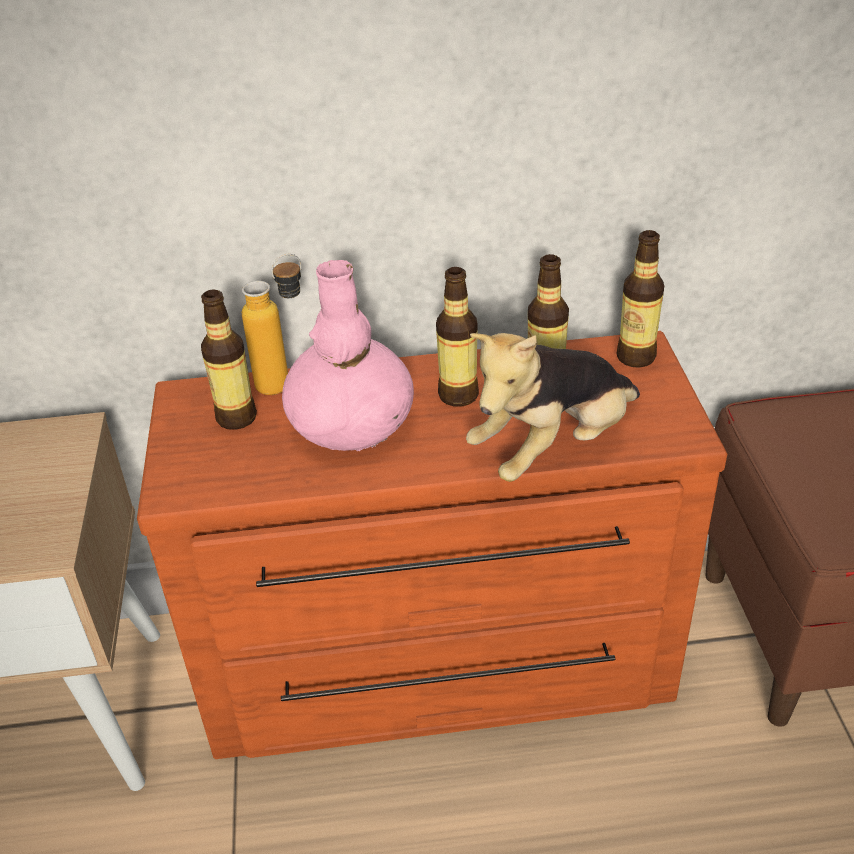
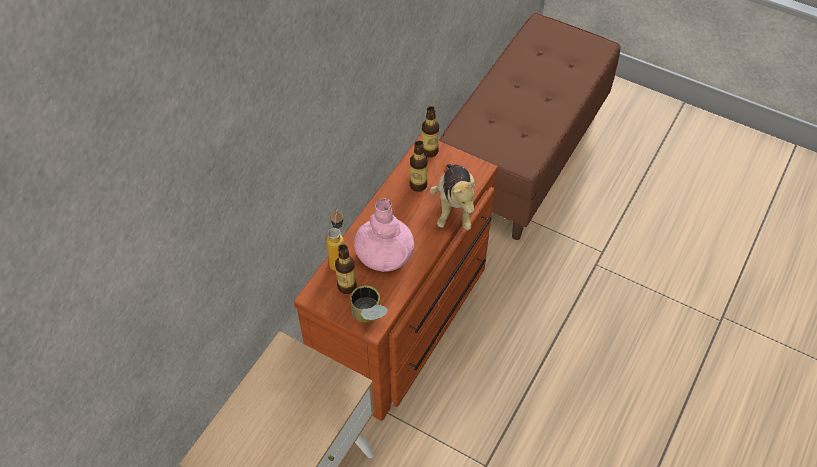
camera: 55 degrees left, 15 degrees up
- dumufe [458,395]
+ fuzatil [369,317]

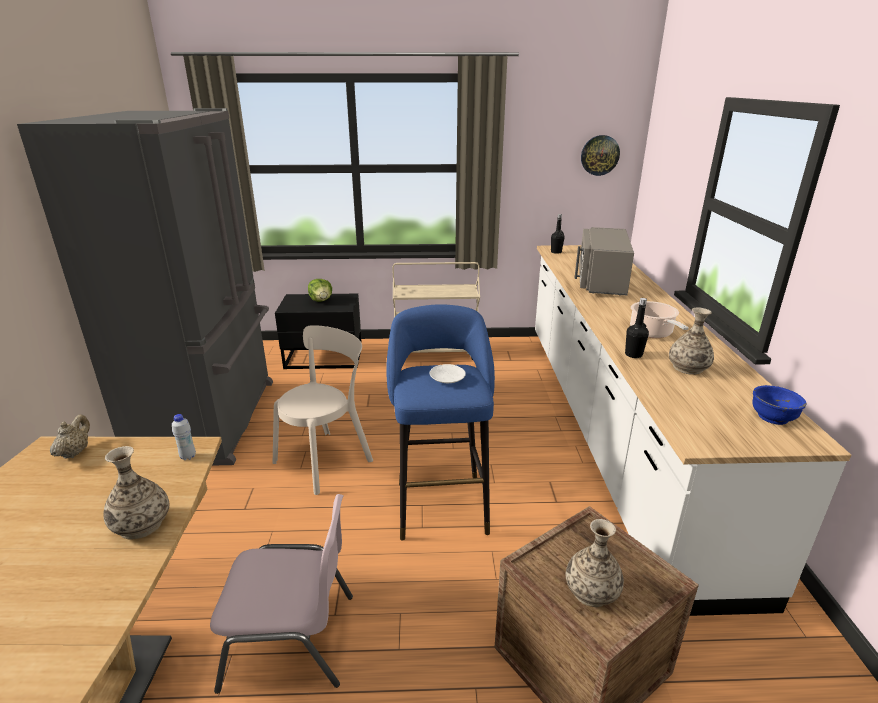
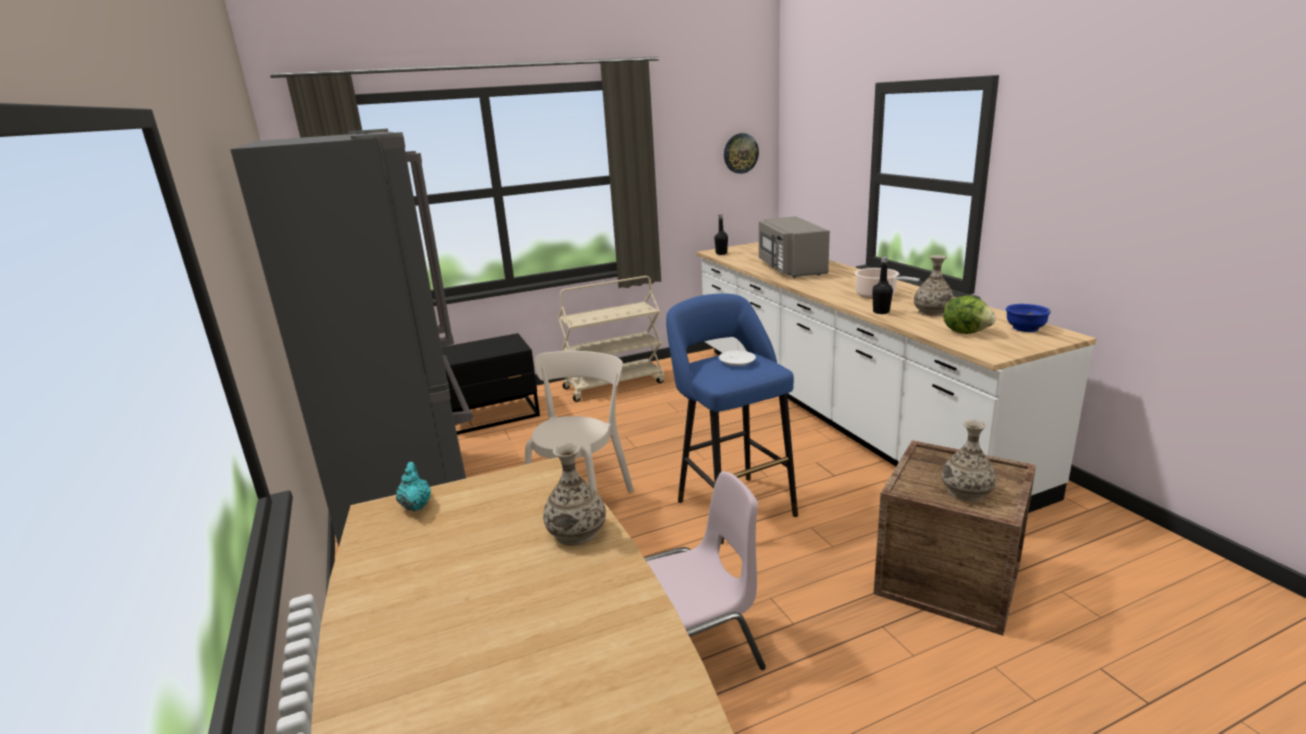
camera: 20 degrees left, 5 degrees down
- dumufe (white) [188,456]
~ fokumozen [321,300] to [966,332]
~ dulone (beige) [75,452] to dulone (turquoise) [416,505]

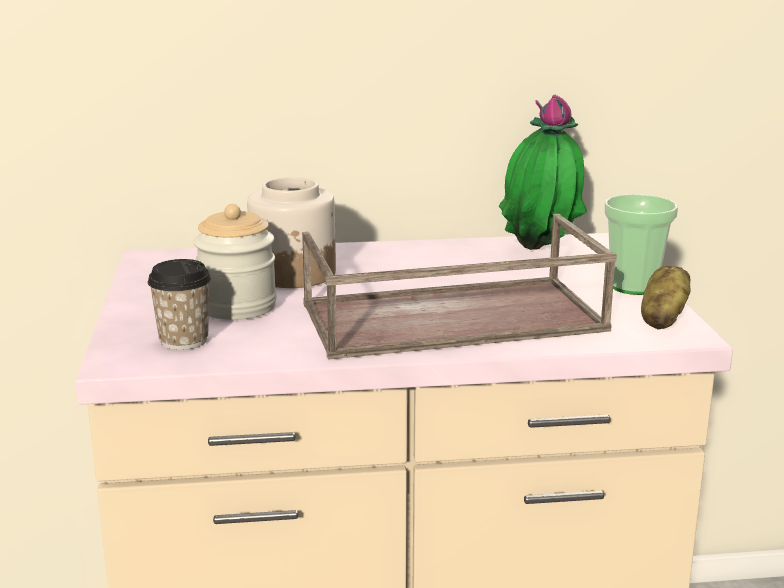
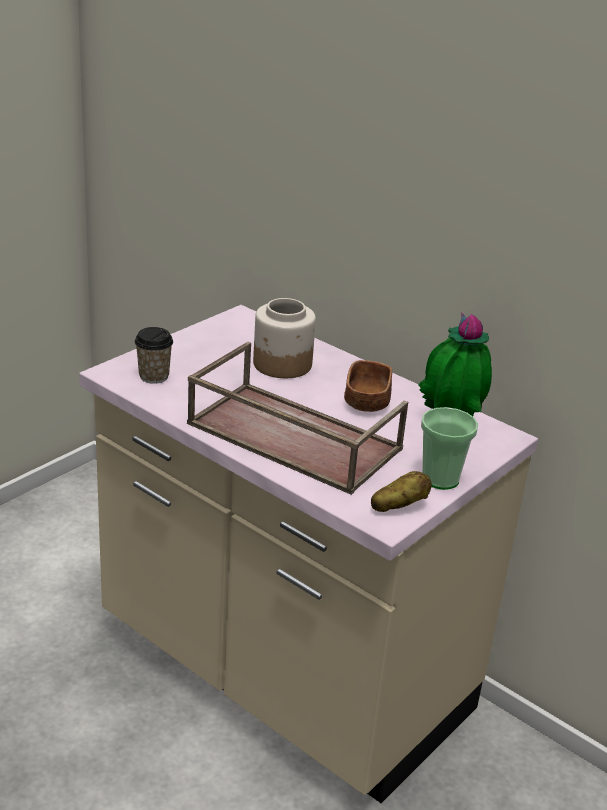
camera: 45 degrees right, 10 degrees up
- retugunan [237,306]
+ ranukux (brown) [366,402]

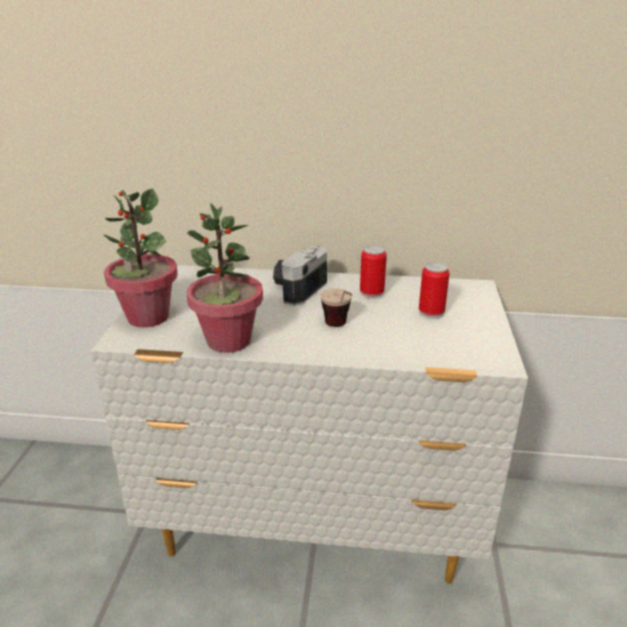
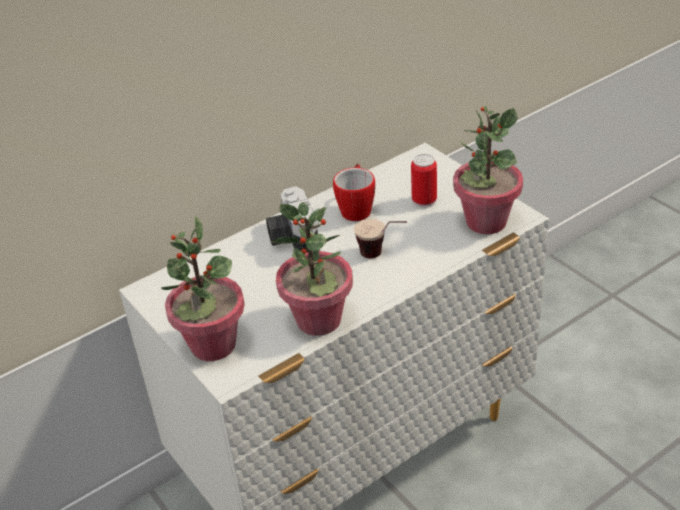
camera: 40 degrees left, 10 degrees up
+ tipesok [485,222]
~ fuzatil [371,293] to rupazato [356,208]

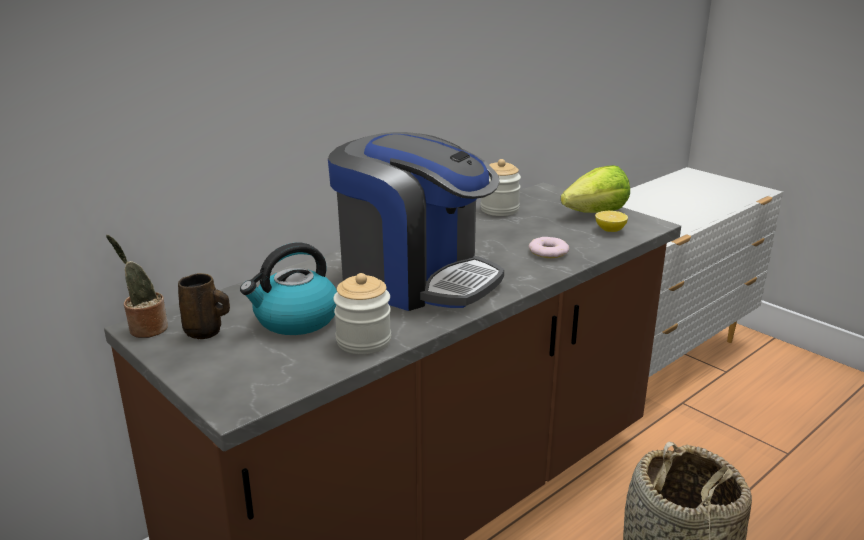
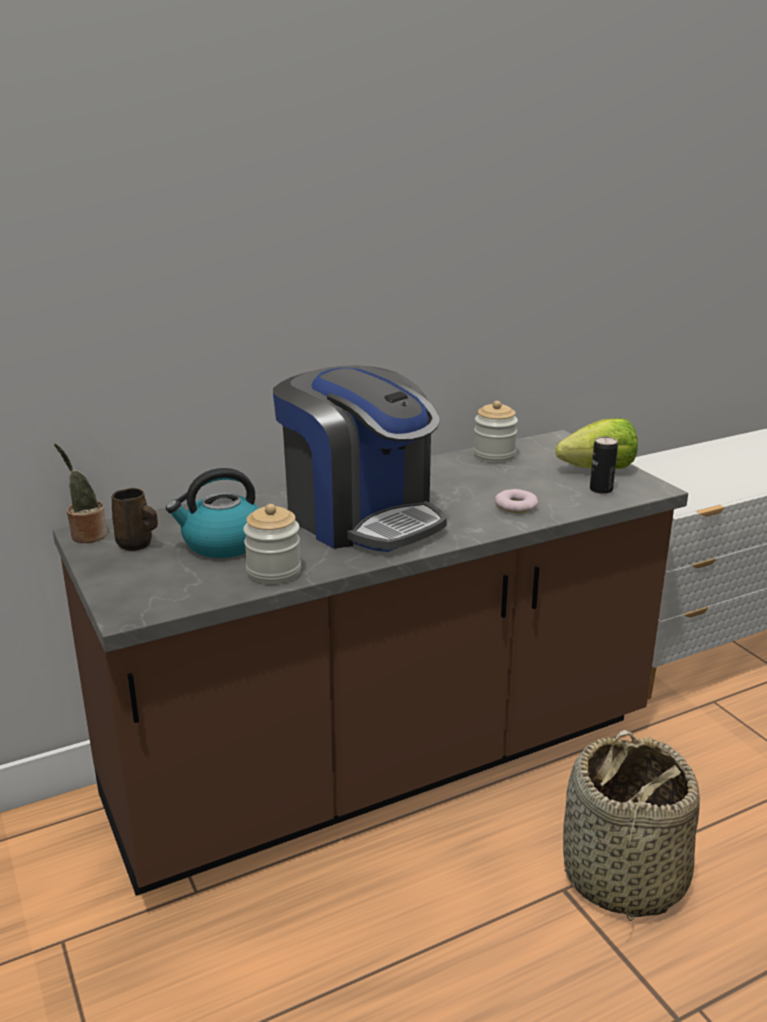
camera: 15 degrees right, 0 degrees up
~ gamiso [610,230] to fuzatil [601,490]

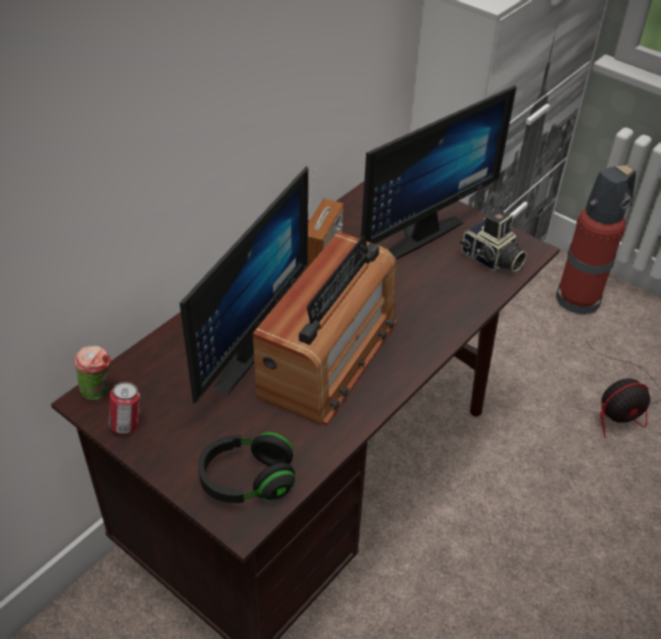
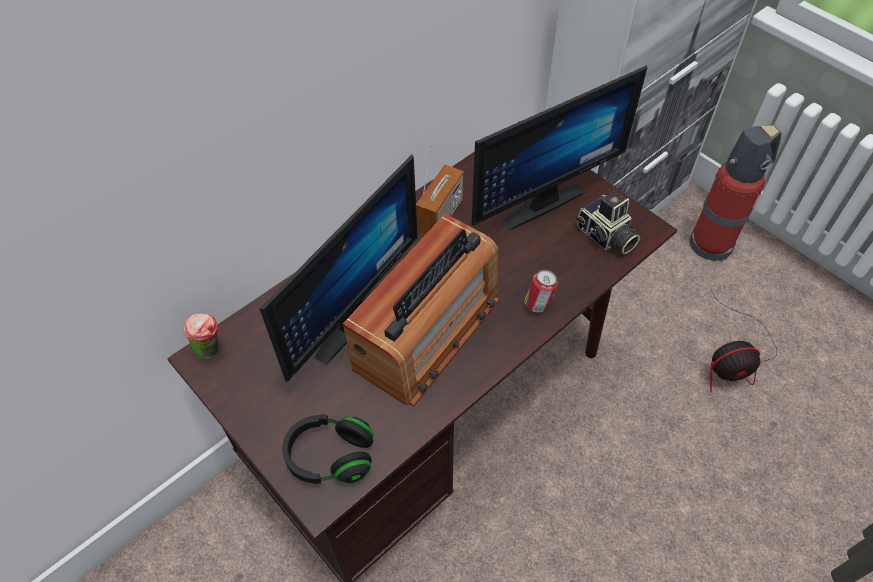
camera: 10 degrees right, 10 degrees up
~ fuzatil [127,425] to [538,305]

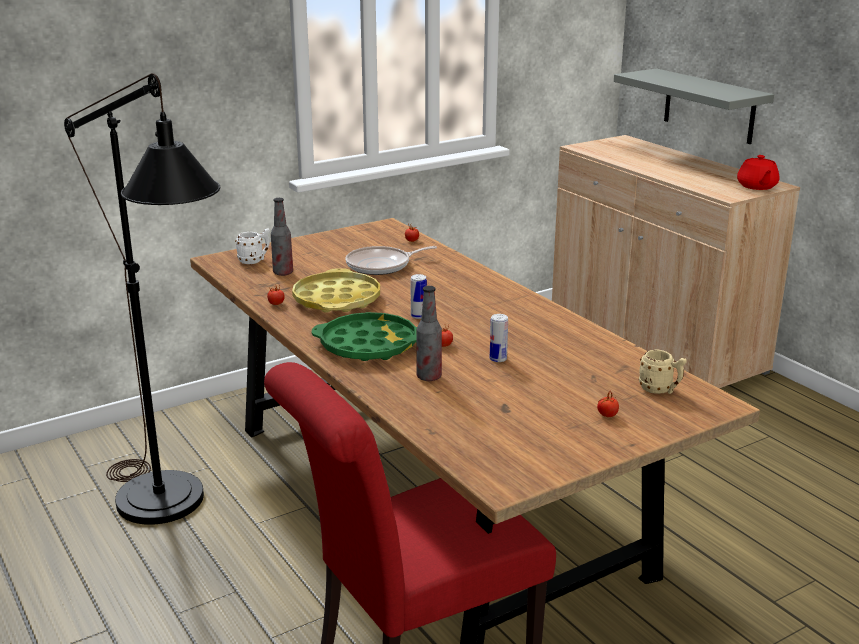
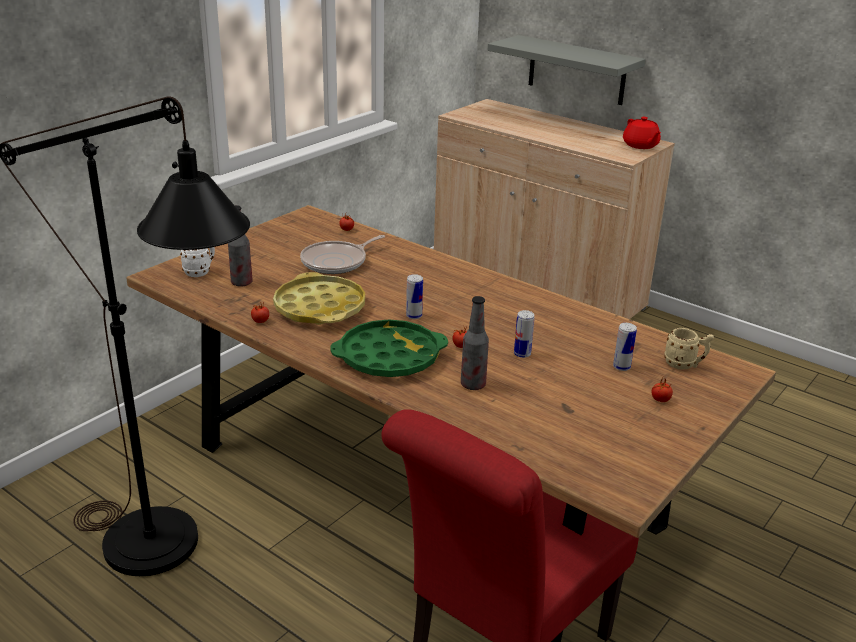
camera: 20 degrees left, 5 degrees up
+ fuzatil [621,367]

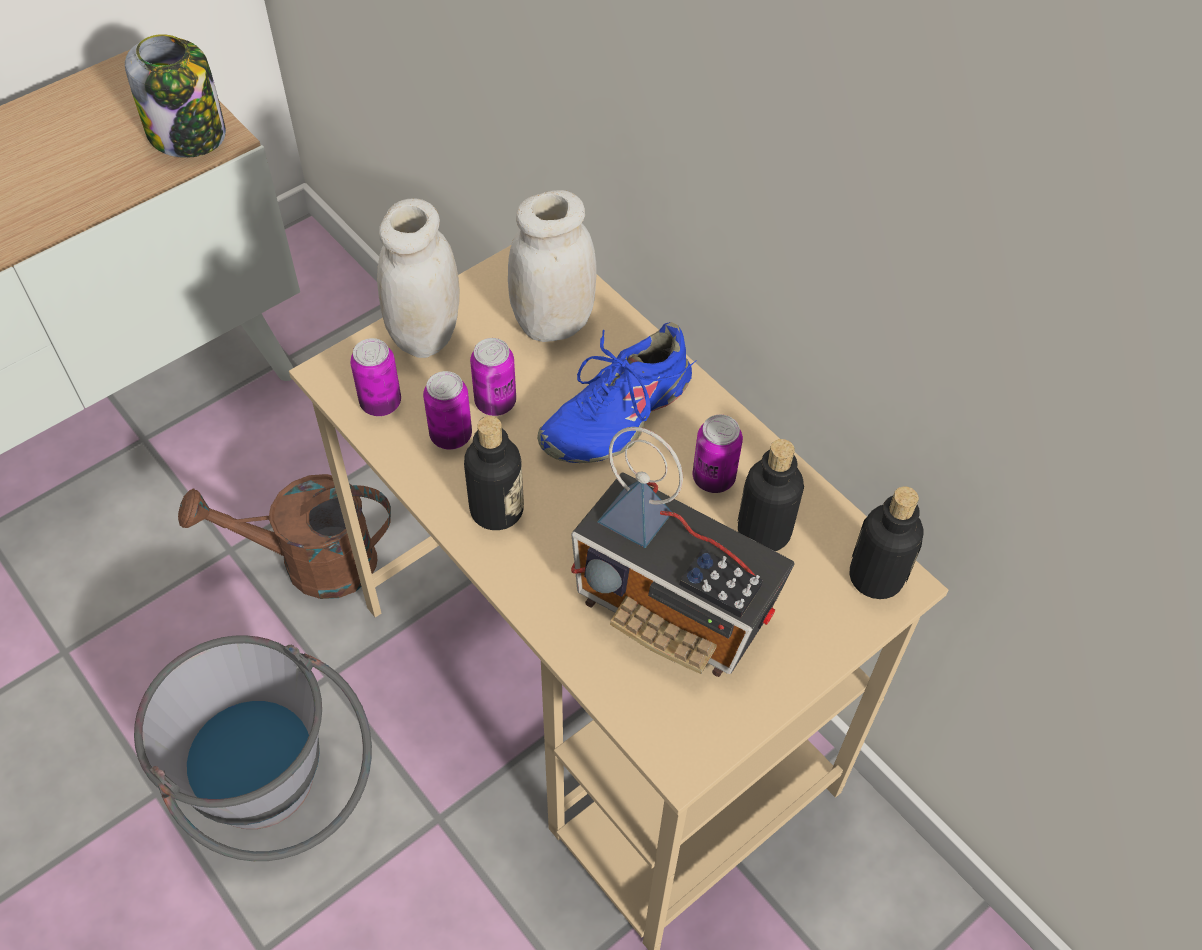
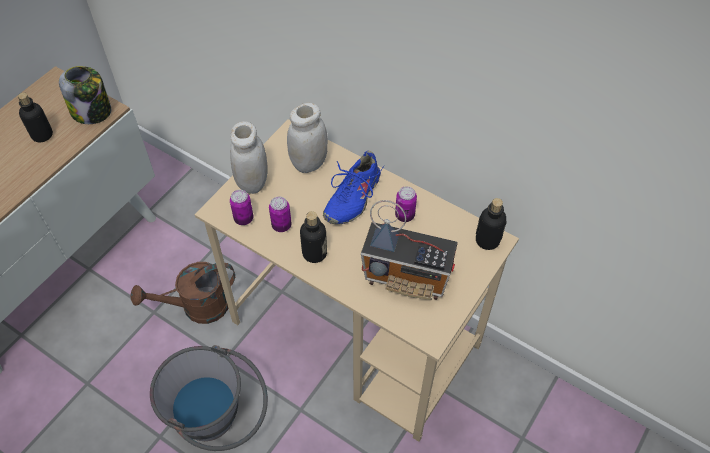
camera: 15 degrees left, 0 degrees up
- fuzatil [495,403]
~ dumufe [764,531] to [42,135]

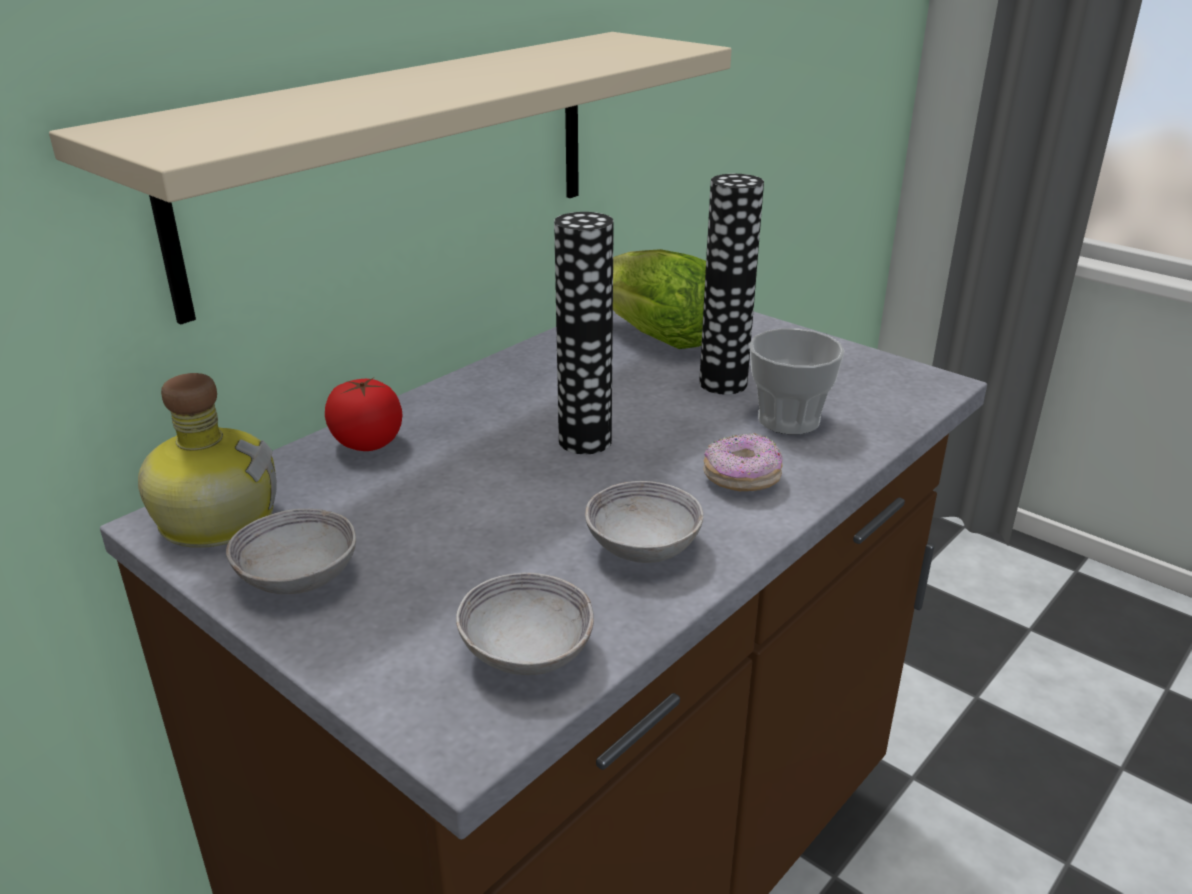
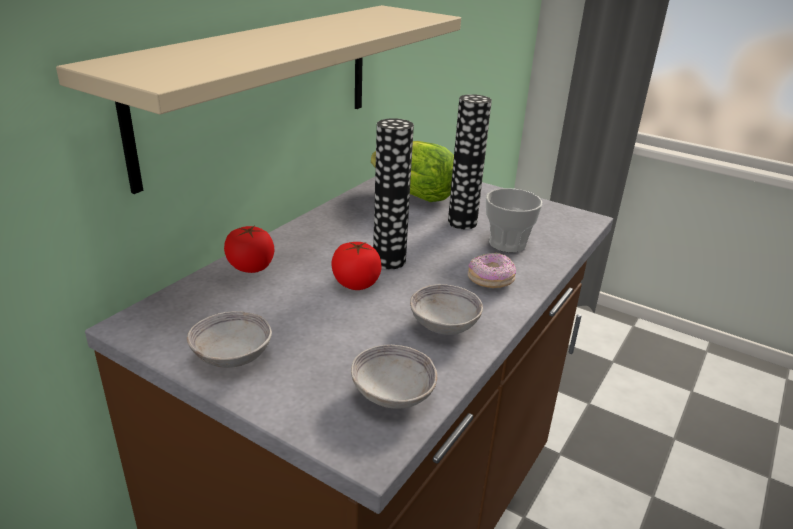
camera: 10 degrees left, 0 degrees up
- dumufe [215,517]
+ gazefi [356,283]

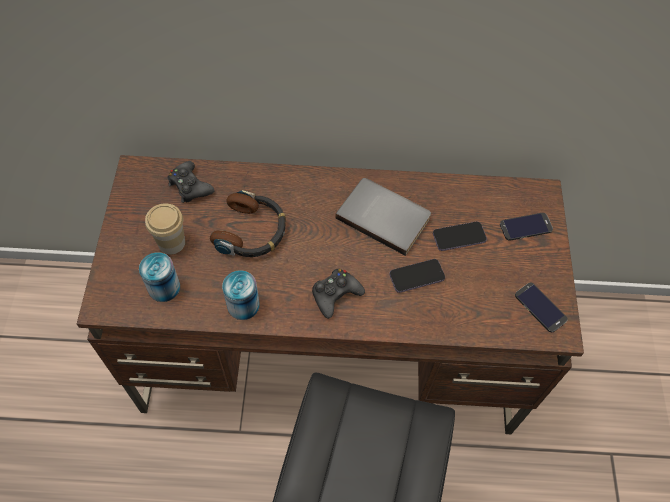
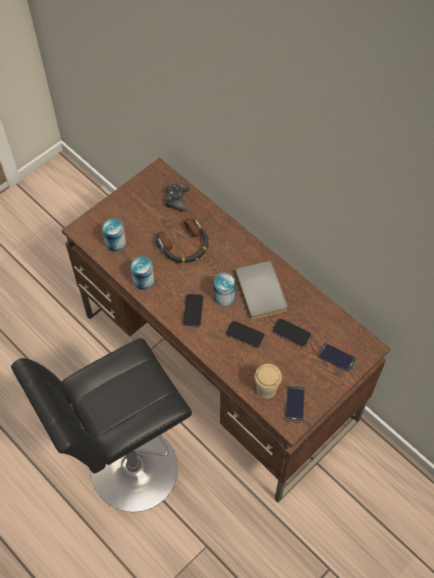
camera: 45 degrees right, 0 degrees up
+ fuzatil [224,296]
~ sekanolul [171,242] to [266,389]
~ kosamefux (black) [335,295] to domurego [193,311]

